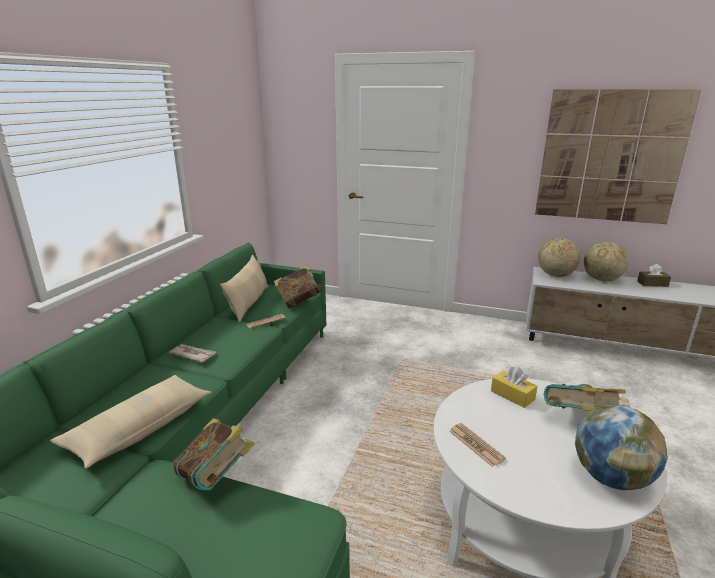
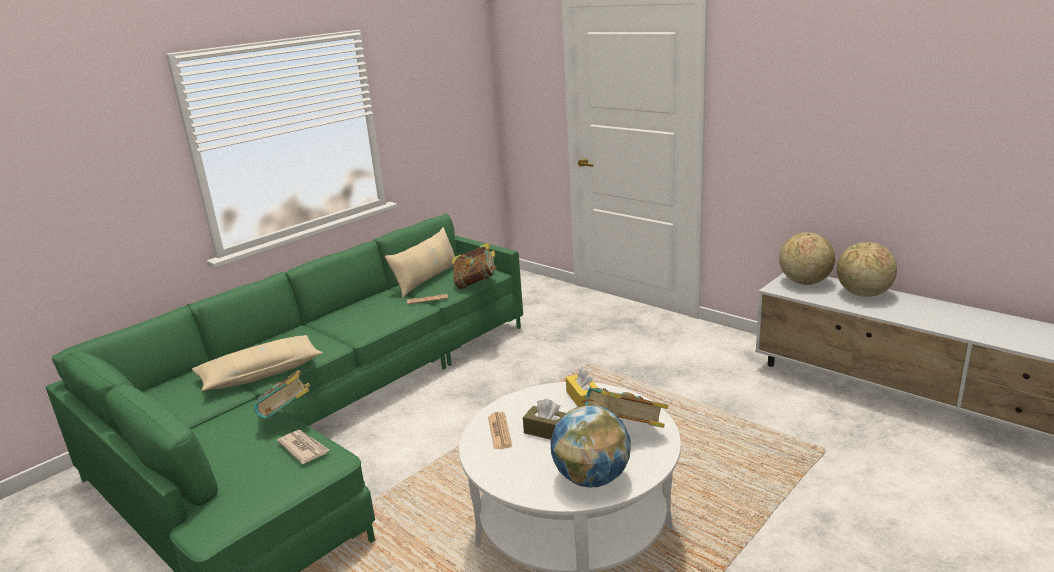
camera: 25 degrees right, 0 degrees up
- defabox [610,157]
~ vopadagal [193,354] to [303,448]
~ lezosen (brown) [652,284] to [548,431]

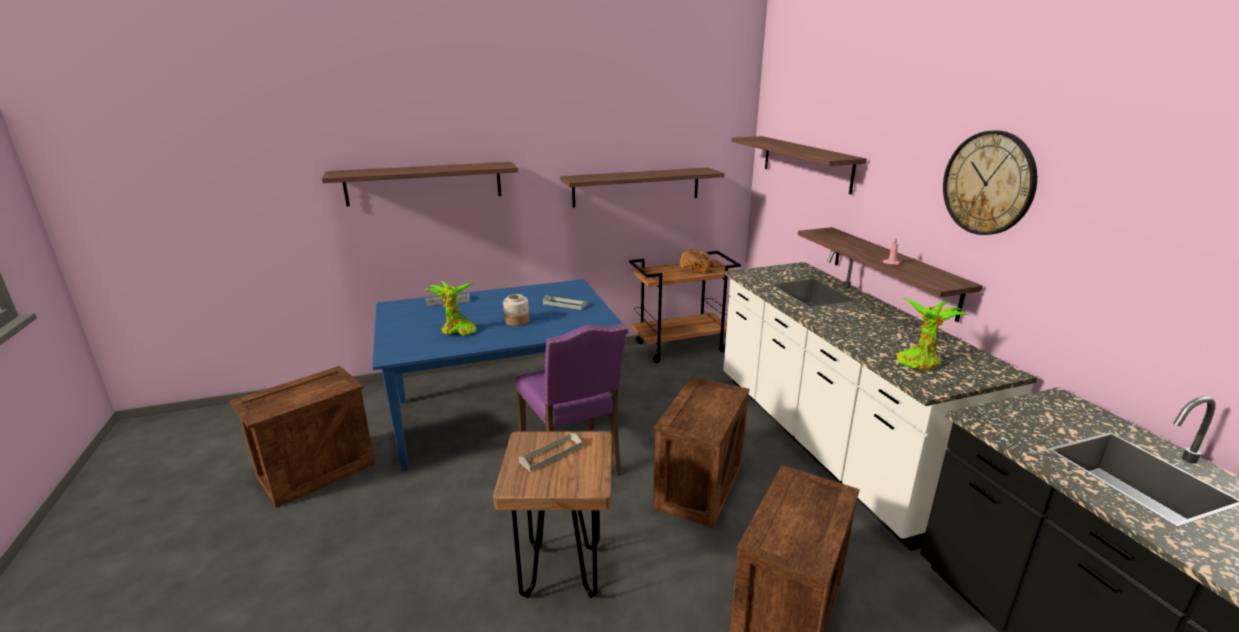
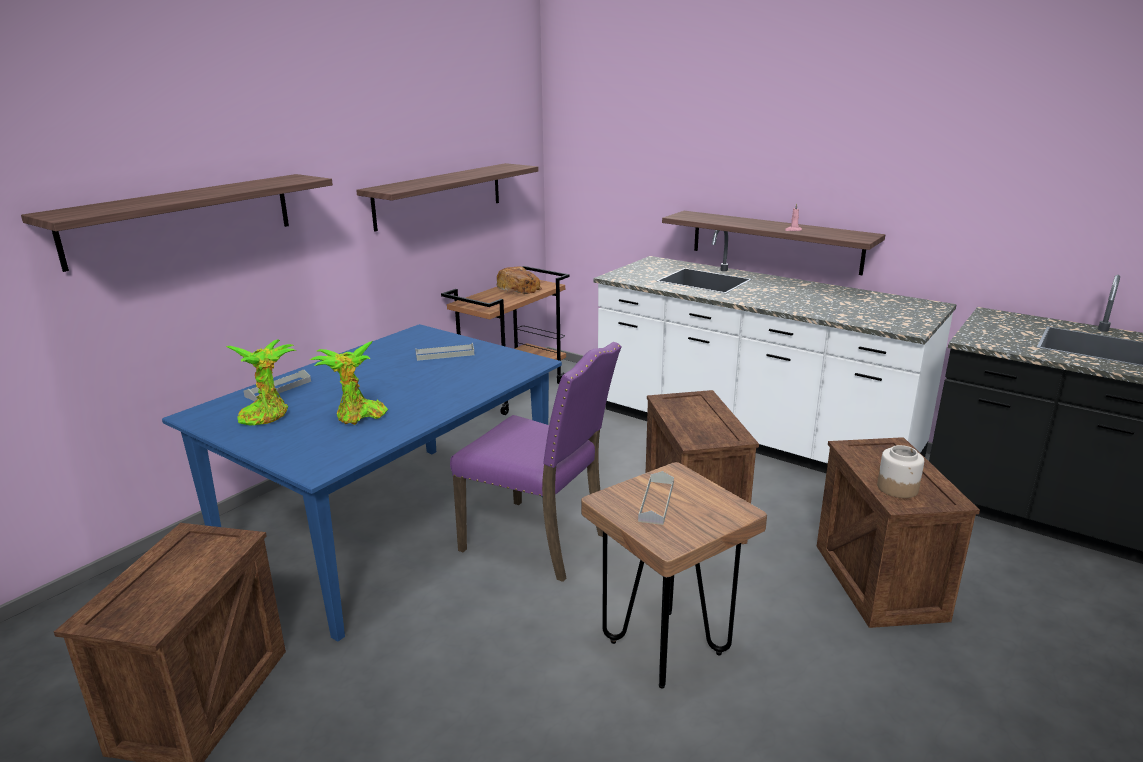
camera: 35 degrees left, 0 degrees up
- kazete [806,163]
- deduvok [988,183]
~ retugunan [517,321] to [897,488]
~ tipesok [919,361] to [267,415]

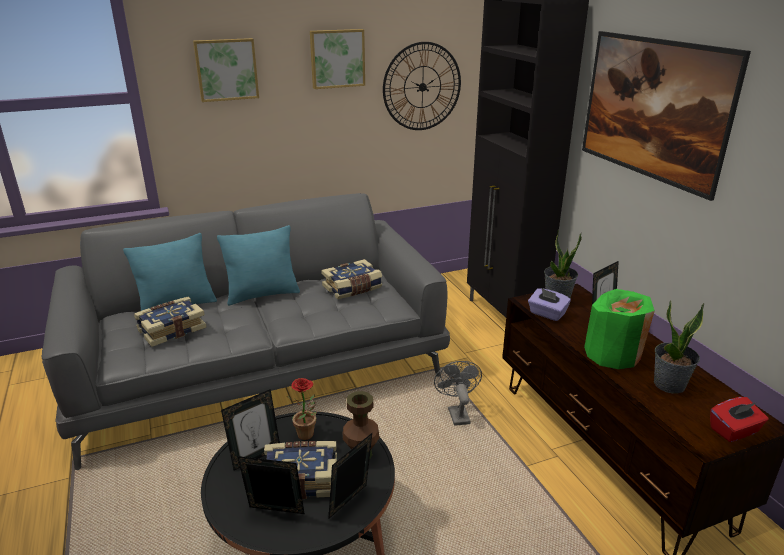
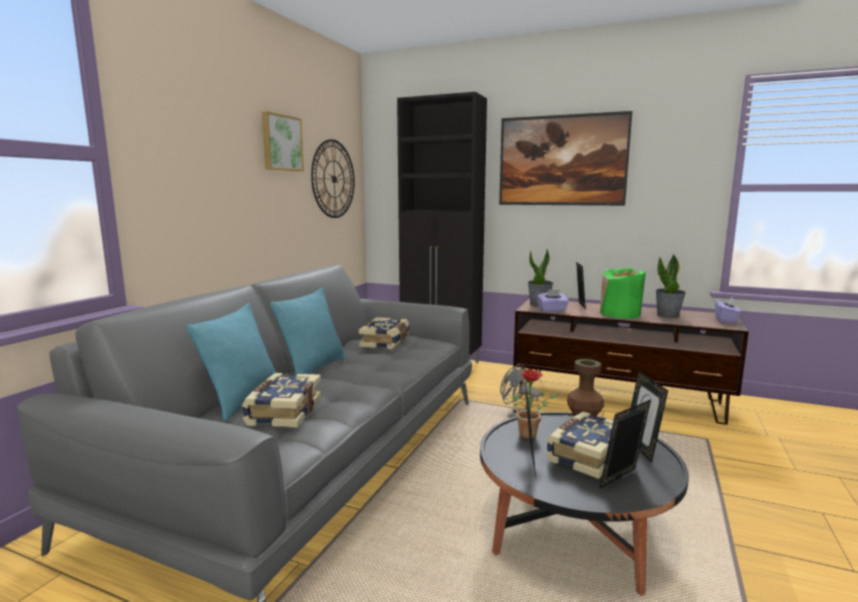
camera: 45 degrees left, 15 degrees down
- defabox [226,69]
~ lezosen (red) [734,431] to lezosen (purple) [726,320]

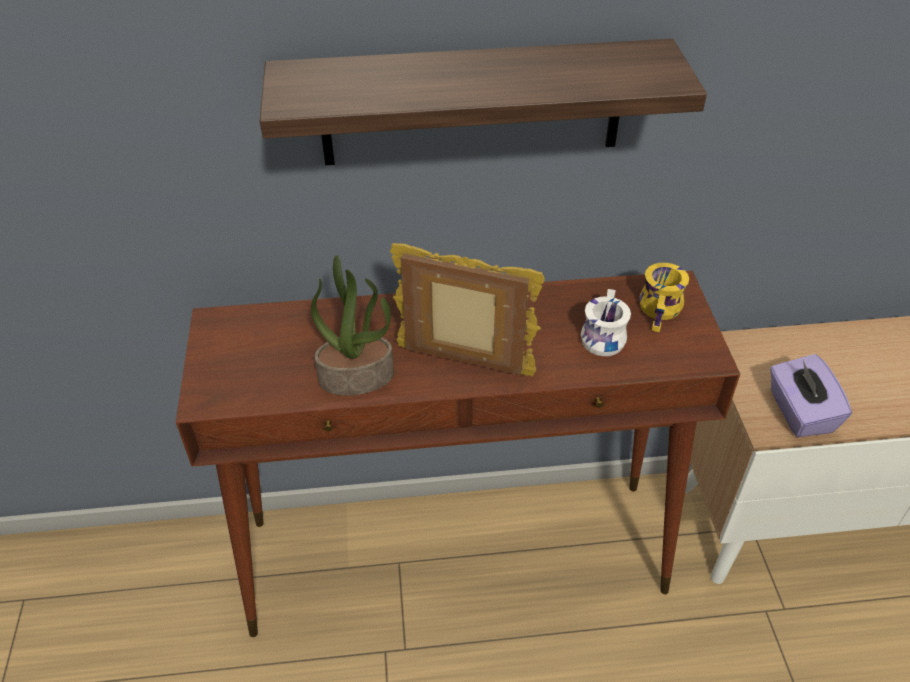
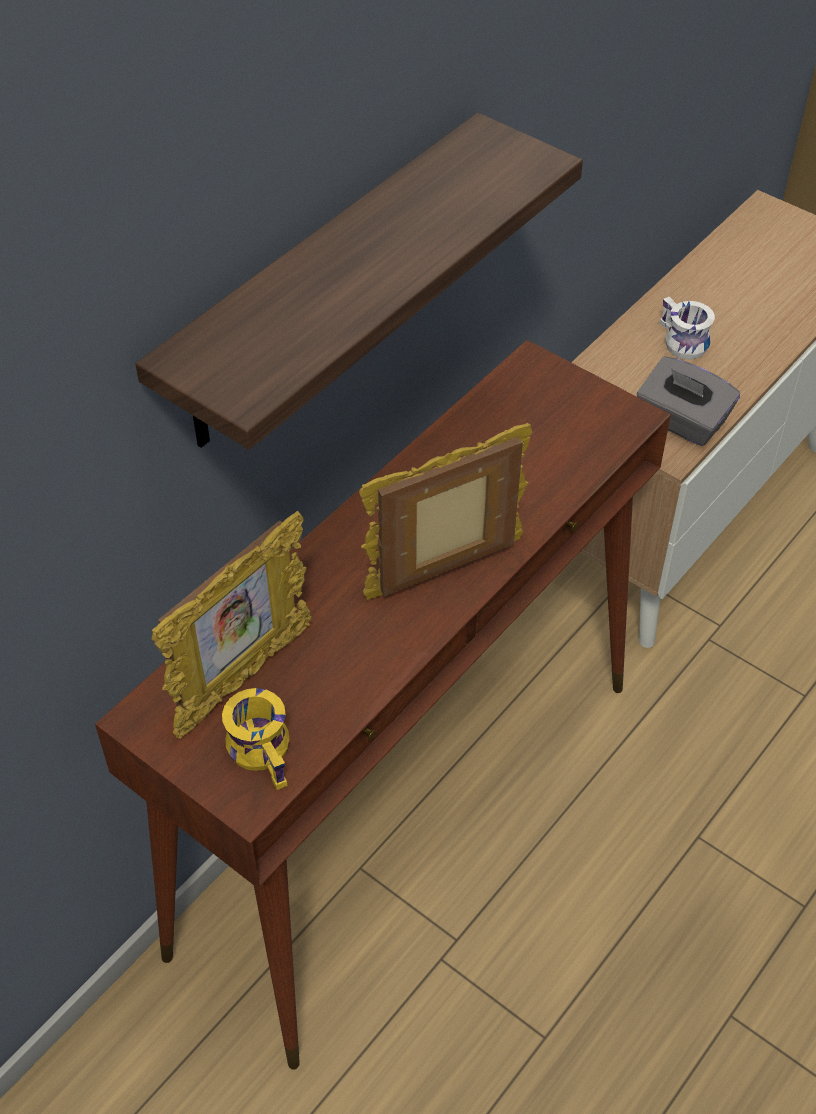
camera: 45 degrees left, 5 degrees up
- tipesok [357,376]
+ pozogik [242,679]
~ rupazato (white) [600,335] to [679,342]
~ rupazato (yellow) [662,311] to [267,751]
~ lezosen (purple) [799,412] to lezosen (grey) [681,422]

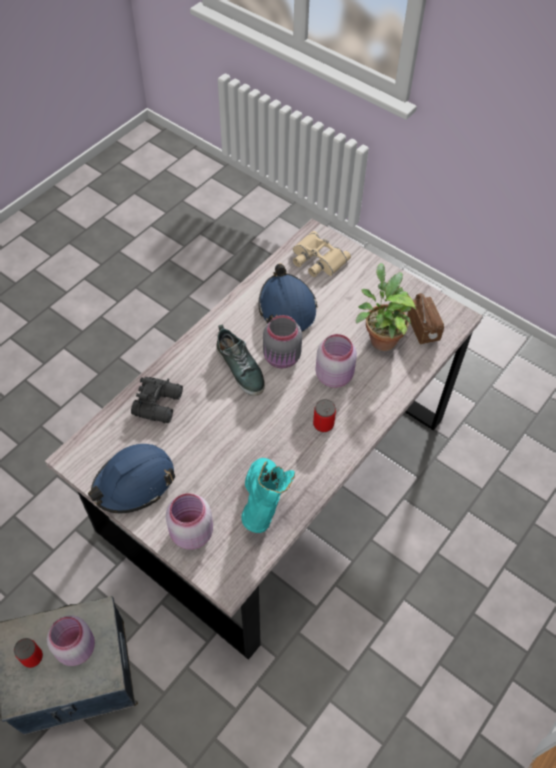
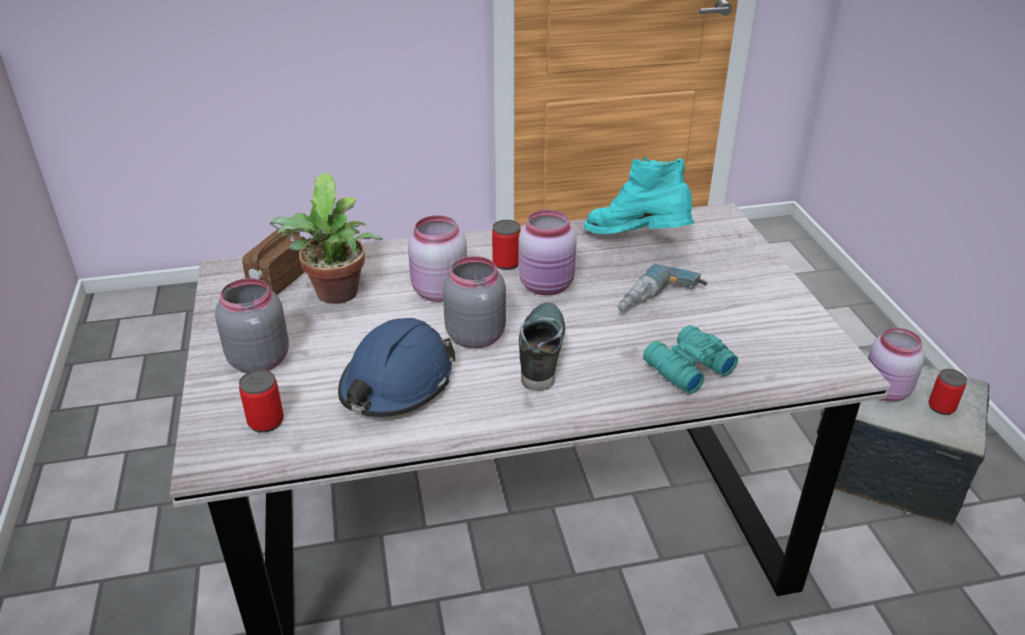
camera: 140 degrees left, 20 degrees down
- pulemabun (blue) [134,483]
+ retugunan (grey) [260,359]
+ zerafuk [660,302]
~ retugunan (pink) [190,533] to [547,286]
~ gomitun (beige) [317,259] to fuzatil [266,421]
~ gomitun (black) [159,403] to gomitun (turquoise) [685,368]
~ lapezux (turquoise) [264,503] = [637,241] 75 degrees clockwise

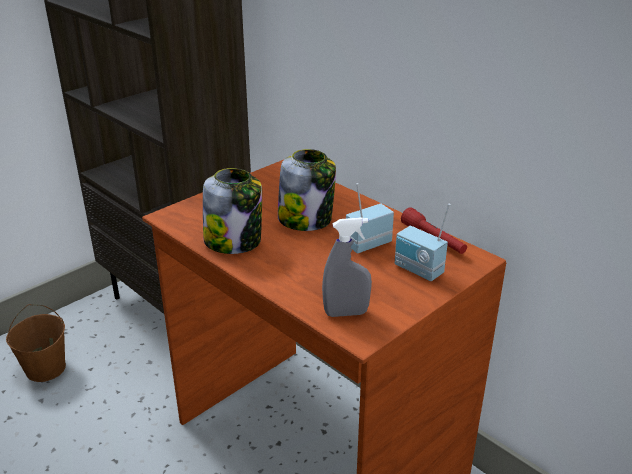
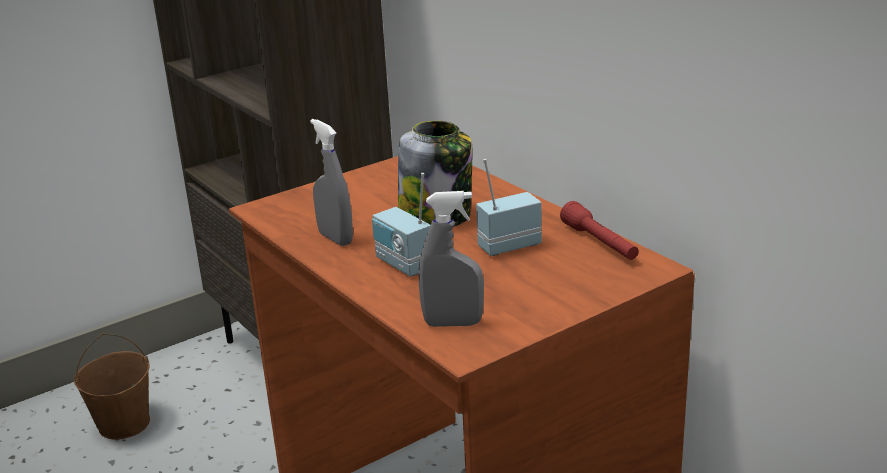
camera: 10 degrees right, 5 degrees down
~ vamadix [417,271] to [402,265]
~ retugunan [234,241] to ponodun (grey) [335,238]

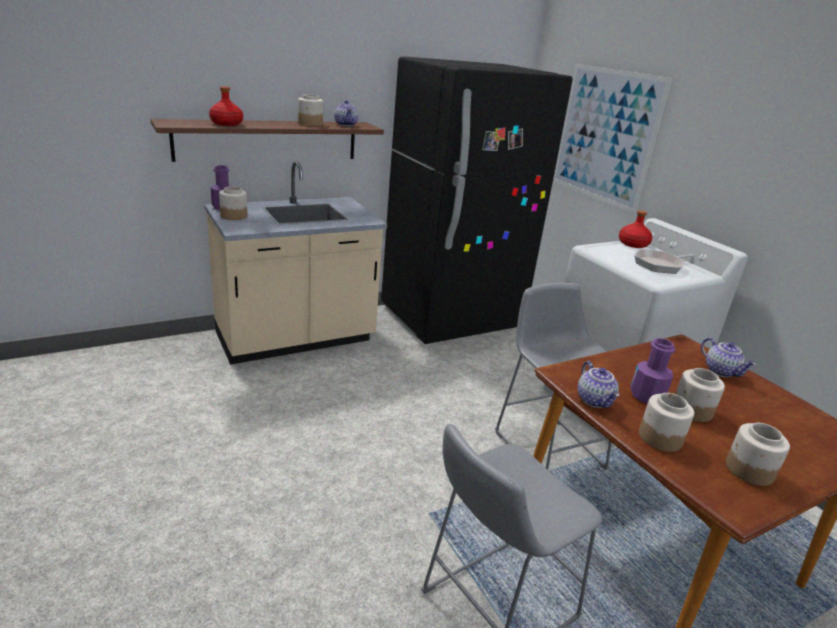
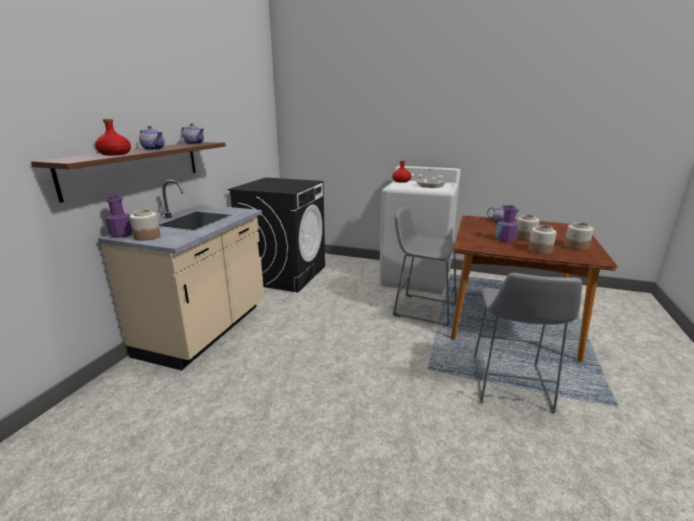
camera: 40 degrees left, 5 degrees down
- retugunan [310,123]
- defabox [605,136]
~ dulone [595,400] to [154,149]
~ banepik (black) [451,319] to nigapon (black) [284,274]

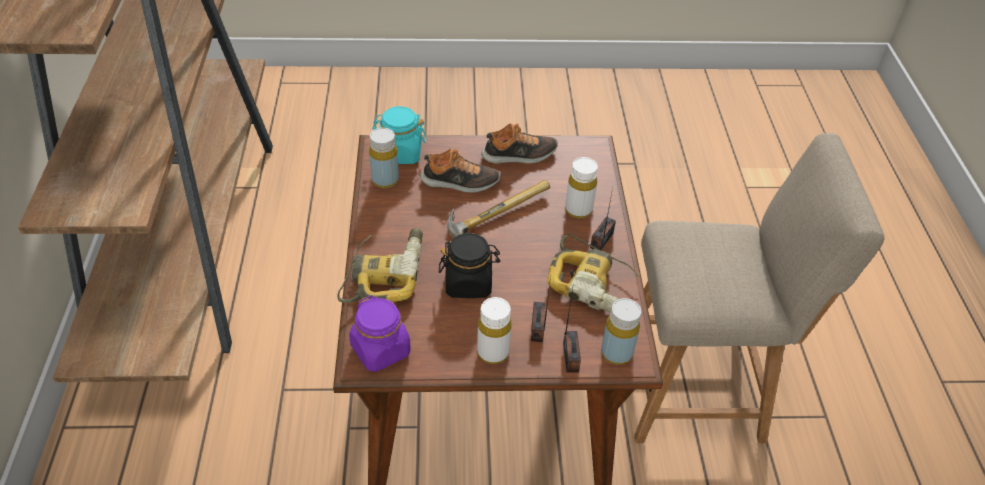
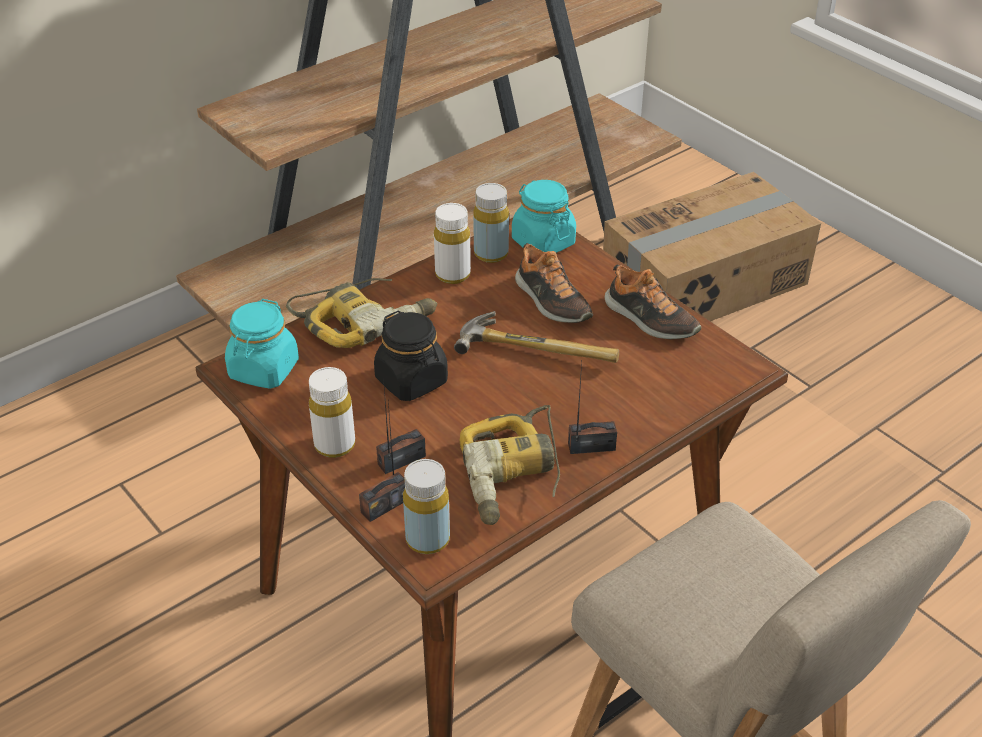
camera: 55 degrees right, 5 degrees down
+ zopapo [705,283]
~ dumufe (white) [578,210] to [452,274]
~ retugunan (purple) [381,350] to retugunan (turquoise) [263,370]

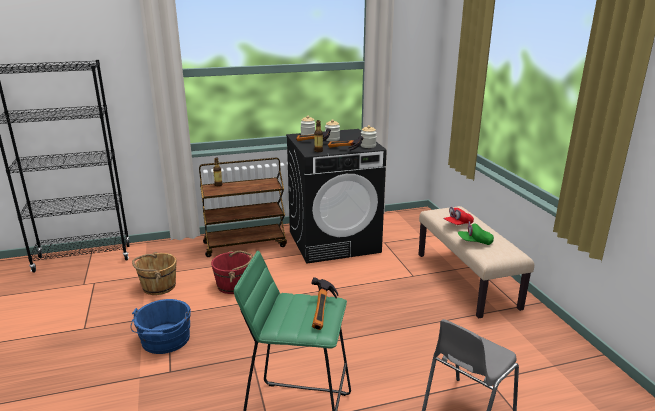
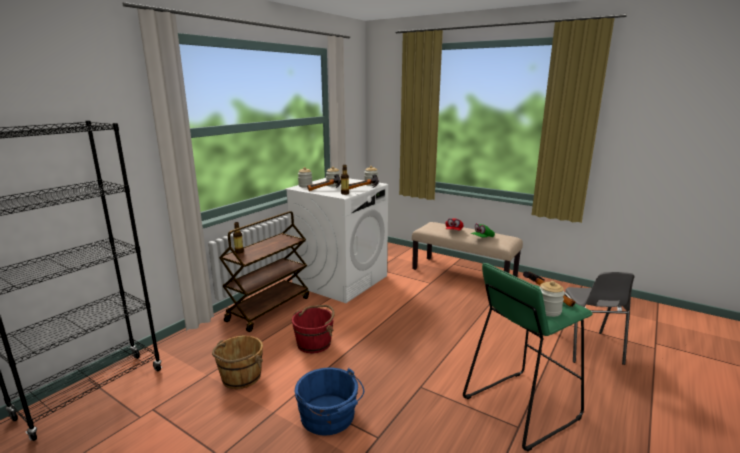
camera: 40 degrees left, 5 degrees down
+ retugunan [548,311]
~ nigapon (black) [334,241] to nigapon (white) [341,280]

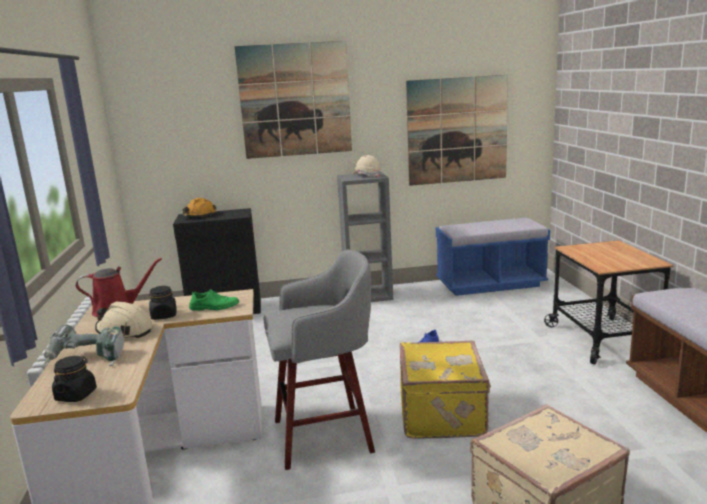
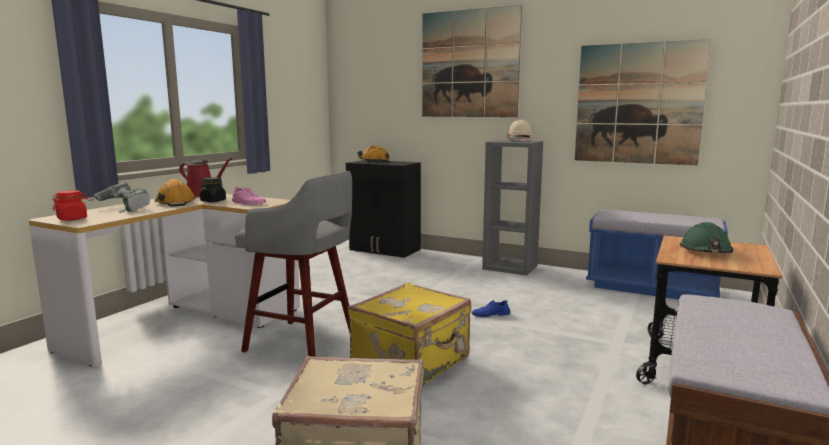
camera: 35 degrees right, 5 degrees down
+ pulemabun (green) [706,251]
~ retugunan (black) [76,395] to retugunan (red) [72,219]
~ pulemabun (beige) [124,331] to pulemabun (orange) [175,202]
~ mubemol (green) [214,307] to mubemol (pink) [248,203]

